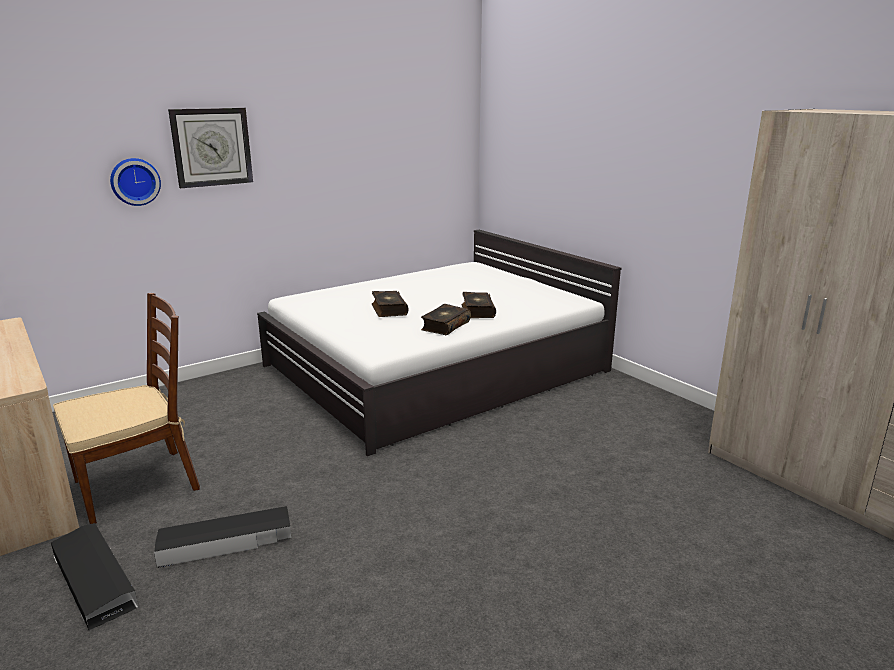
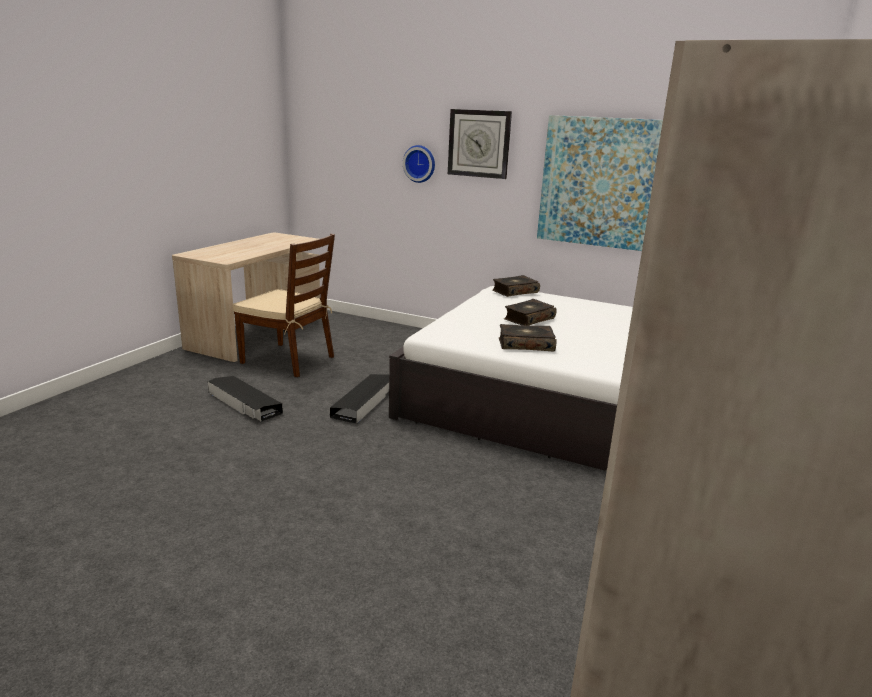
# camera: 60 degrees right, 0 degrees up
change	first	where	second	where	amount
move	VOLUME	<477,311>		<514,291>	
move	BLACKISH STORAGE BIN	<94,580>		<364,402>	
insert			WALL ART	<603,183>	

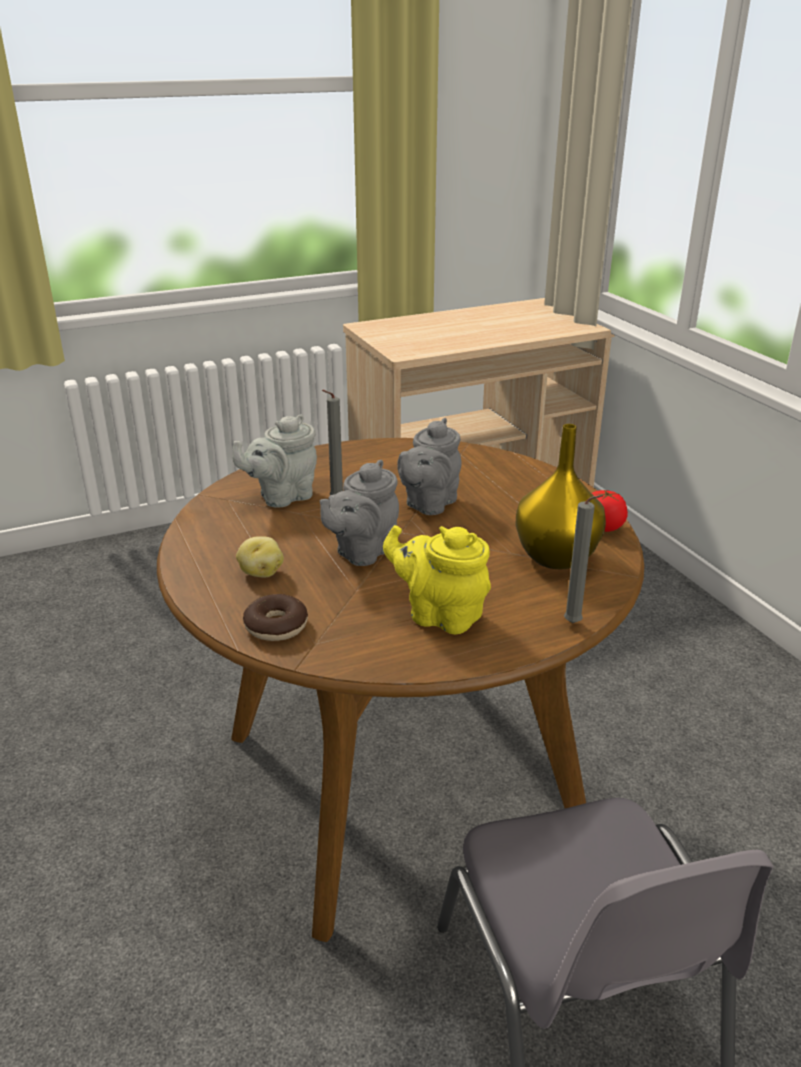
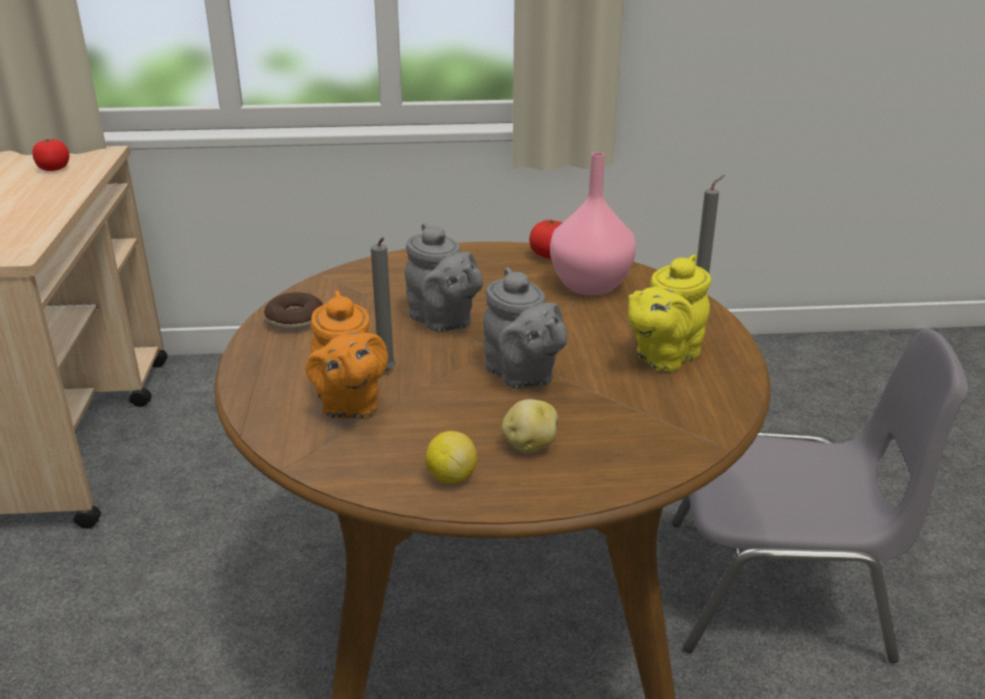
# camera: 70 degrees left, 0 degrees up
change	first	where	second	where	amount
recolor	GREYISH POT FOR TEA	<282,497>	ORANGE-COLOURED POT FOR TEA	<349,405>	
recolor	YELLOW DECORATIVE VASE	<555,558>	PINKISH DECORATIVE VASE	<591,286>	
move	DONUT	<276,626>		<295,320>	
insert			TOMATO	<54,169>	
insert			LEMON	<451,477>	

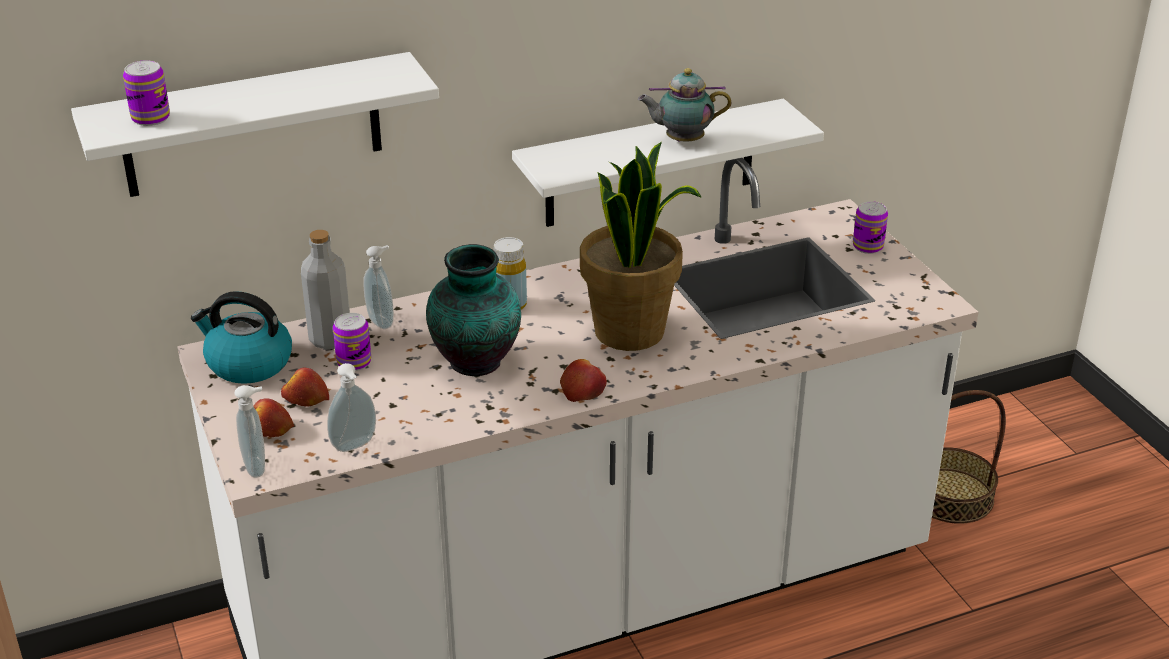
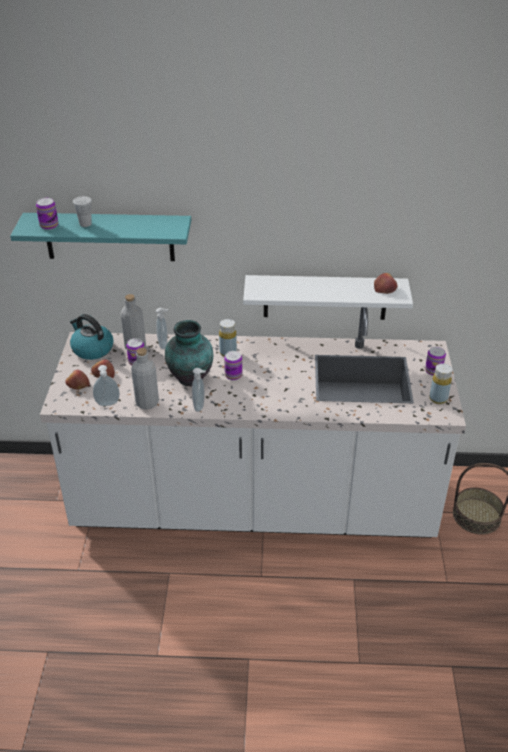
# camera: 25 degrees right, 5 degrees up
change	first	where	second	where	amount
recolor	WHITE BRACKET SHELF	<252,125>	TURQUOISE-COLOURED BRACKET SHELF	<109,237>	
delete	POT FOR TEA	<681,140>			
delete	PLANT IN A POT	<631,332>			
move	APPLE FRUIT	<583,389>		<385,288>	
move	LIQUID SOAP BOTTLE	<258,467>		<200,406>	
insert			WHITE SMALL CUP	<85,224>	
insert			GREYISH BEVERAGE BOTTLE	<147,403>	
insert			CAN	<233,375>	
insert			YELLOW BEVERAGE BOTTLE	<438,399>	

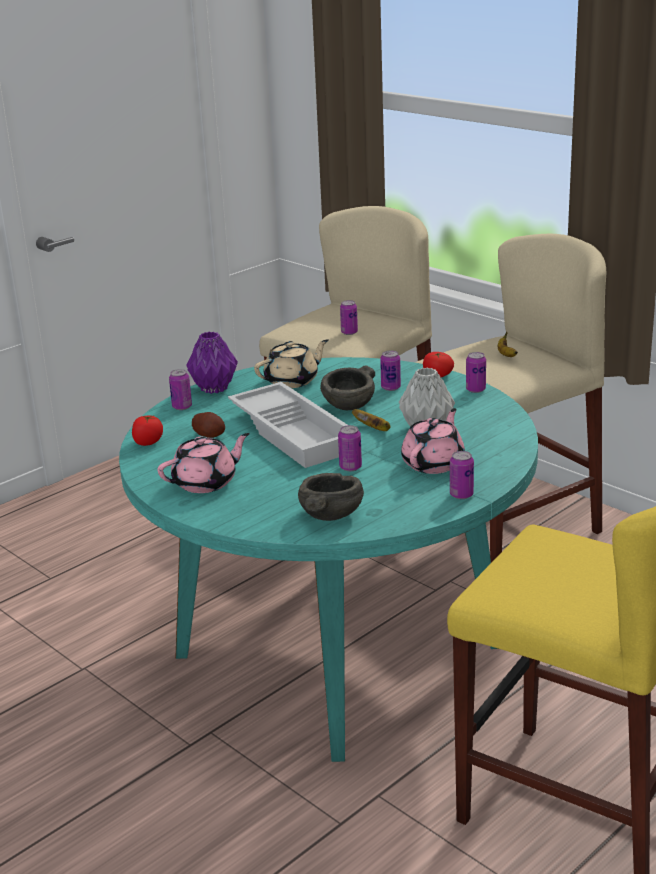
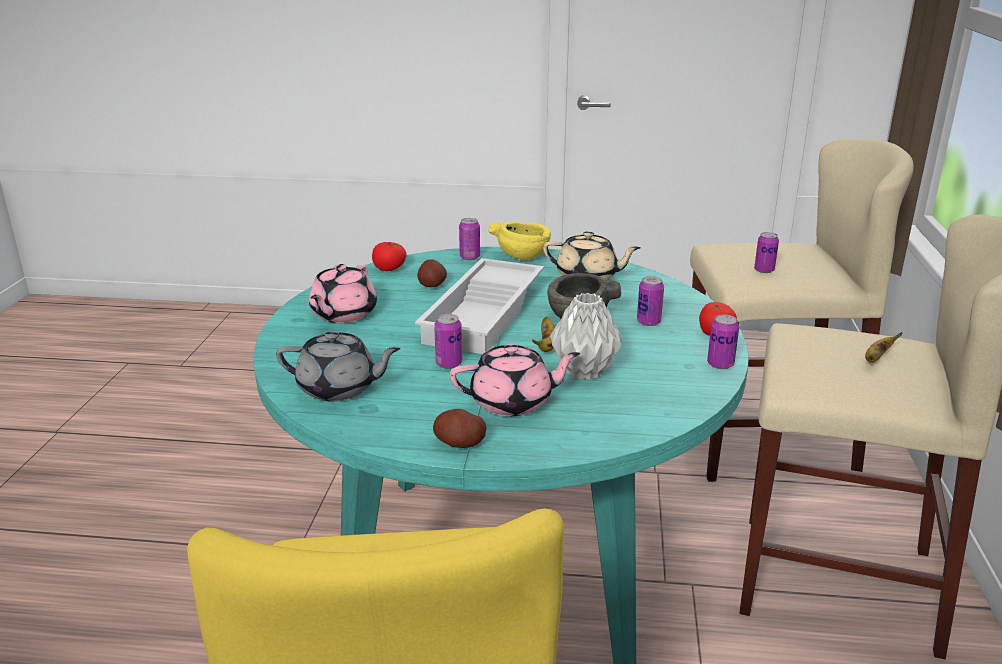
# camera: 50 degrees right, 0 degrees up
change	first	where	second	where	amount
replace	PURPLISH DECORATIVE VASE	<215,388>	YELLOW BOWL	<523,256>	
rotate	PINKISH POT FOR TEA	<206,482>		<343,314>	90 degrees clockwise
replace	CAN	<461,495>	POTATO	<459,443>	
replace	GREYISH BOWL	<330,514>	GREYISH POT FOR TEA	<339,388>	

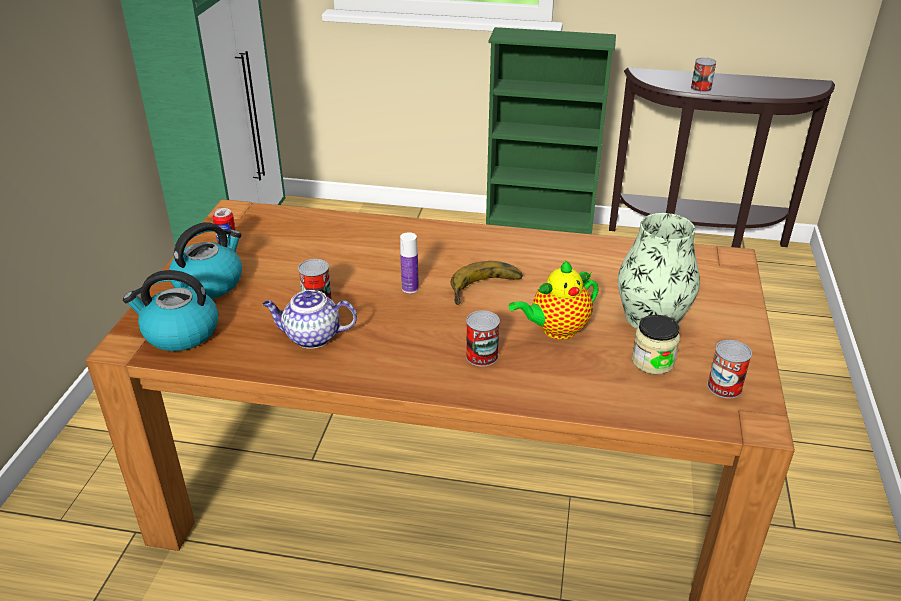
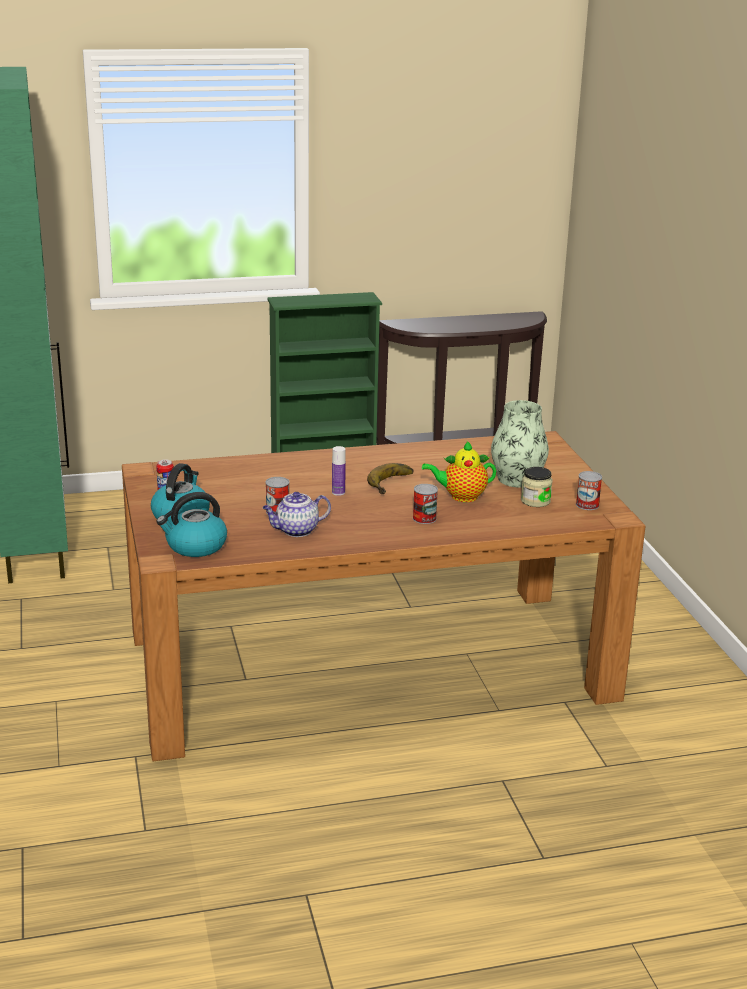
# camera: 25 degrees left, 10 degrees down
change	first	where	second	where	amount
delete	CAN	<701,88>			
rotate	POT FOR TEA	<556,330>		<461,497>	45 degrees clockwise

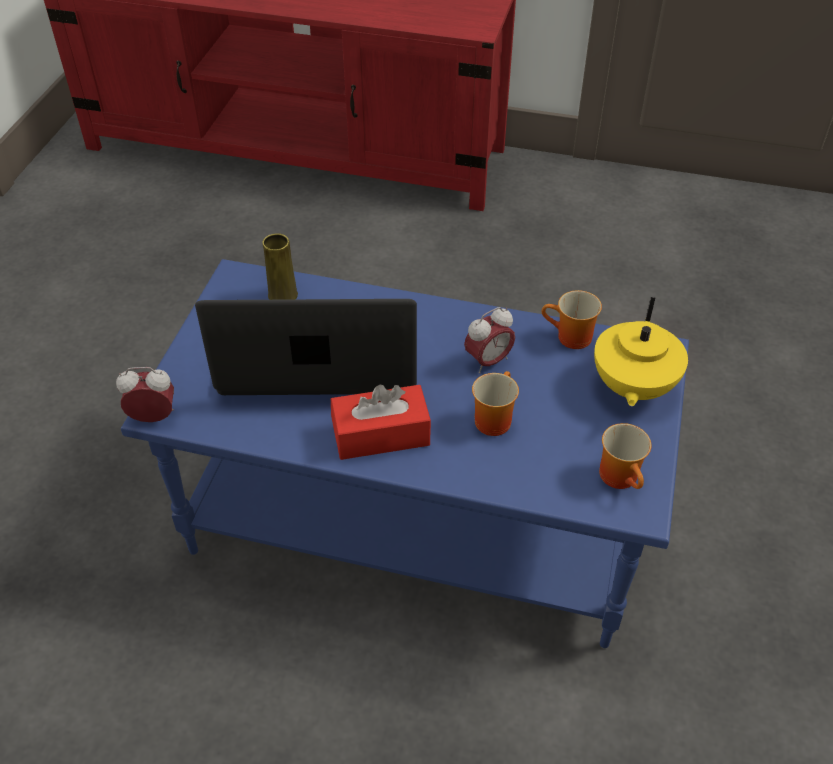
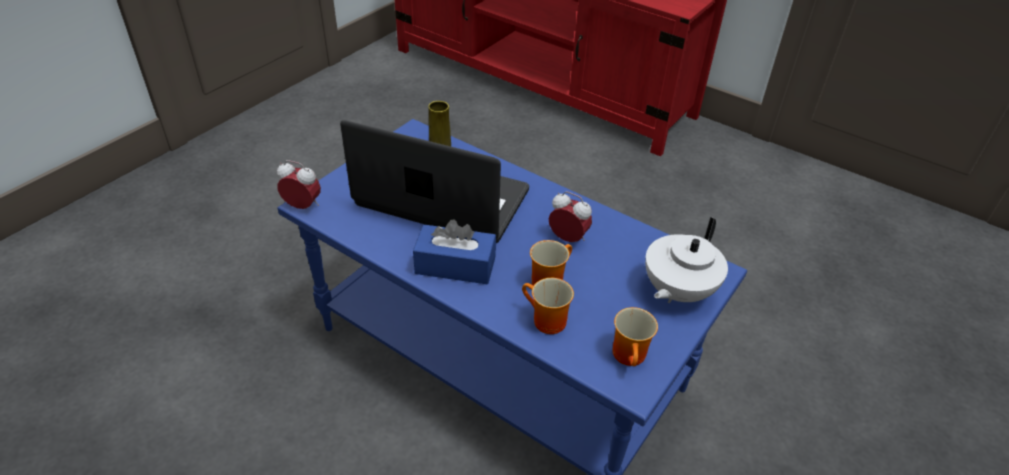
# camera: 20 degrees right, 5 degrees down
change	first	where	second	where	amount
move	TEA MUG	<570,338>		<545,321>	
recolor	YELLOW POT FOR TEA	<632,387>	WHITE POT FOR TEA	<677,291>	
rotate	ALARM CLOCK	<488,361>		<568,238>	135 degrees counterclockwise
recolor	RED-COLOURED BOX OF TISSUES	<381,434>	BLUE-COLOURED BOX OF TISSUES	<455,265>	

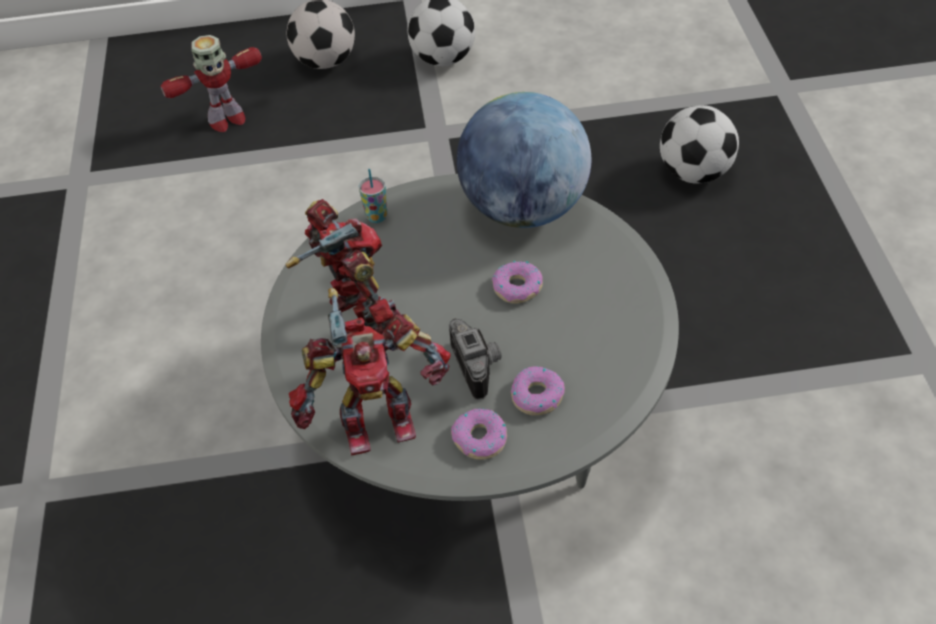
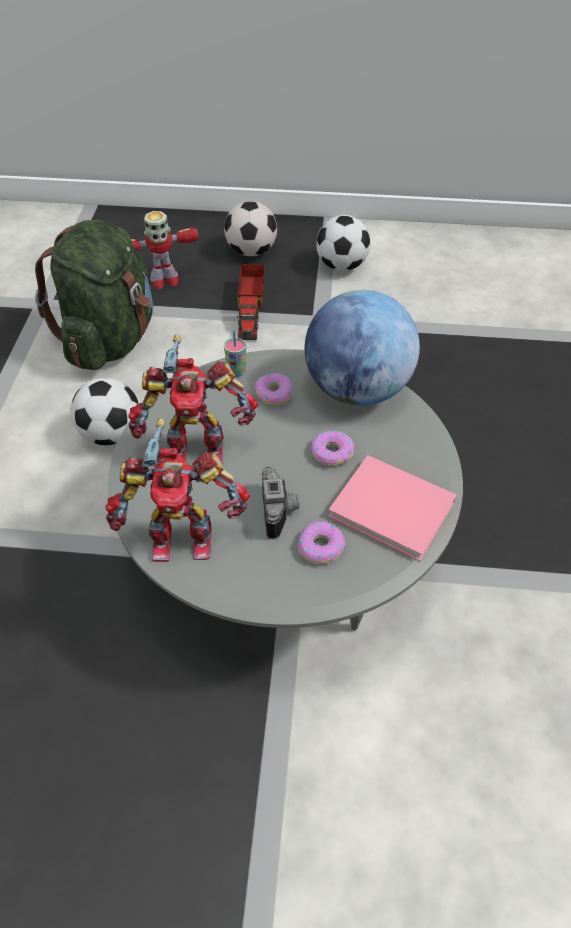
# camera: 10 degrees right, 0 degrees up
change	first	where	second	where	amount
move	FOOTBALL BALL	<694,173>		<111,434>	
rotate	TOY ROBOT	<359,315>		<196,448>	105 degrees clockwise
move	DONUT	<480,439>		<274,393>	
insert			GREENISH RUCKSACK	<111,340>	
insert			MODEL TRUCK	<250,310>	
insert			PINKISH VOLUME	<395,511>	

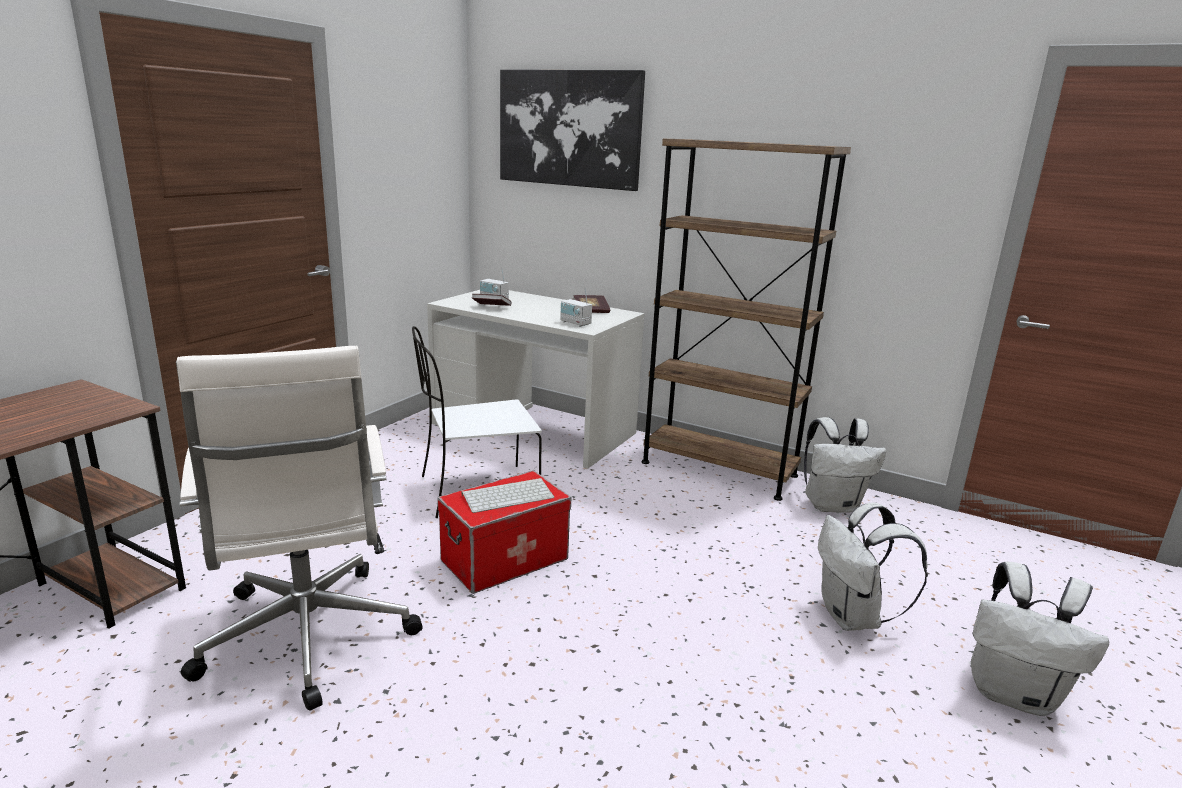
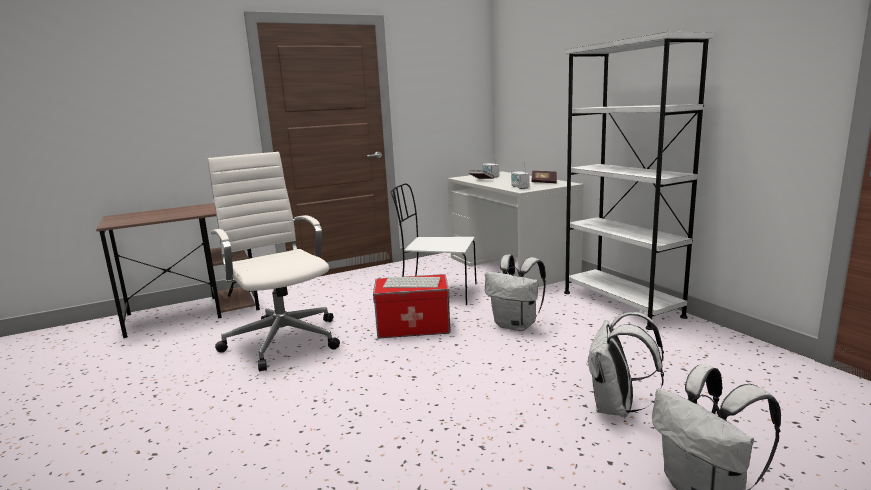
# camera: 35 degrees right, 5 degrees down
change	first	where	second	where	amount
delete	WALL ART	<569,129>			
recolor	BROWNISH SHELVING UNIT	<718,469>	WHITE SHELVING UNIT	<621,304>	
rotate	WHITE COMPUTER CHAIR	<307,639>		<283,339>	135 degrees clockwise
move	WHITE RUCKSACK	<832,505>		<516,325>	

